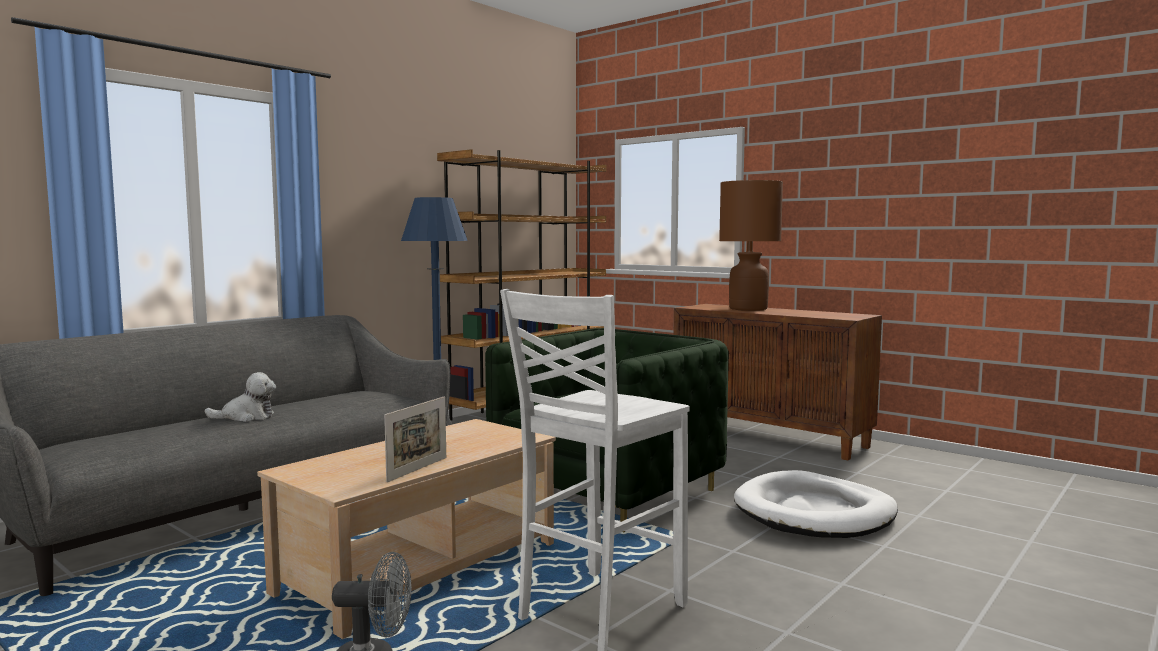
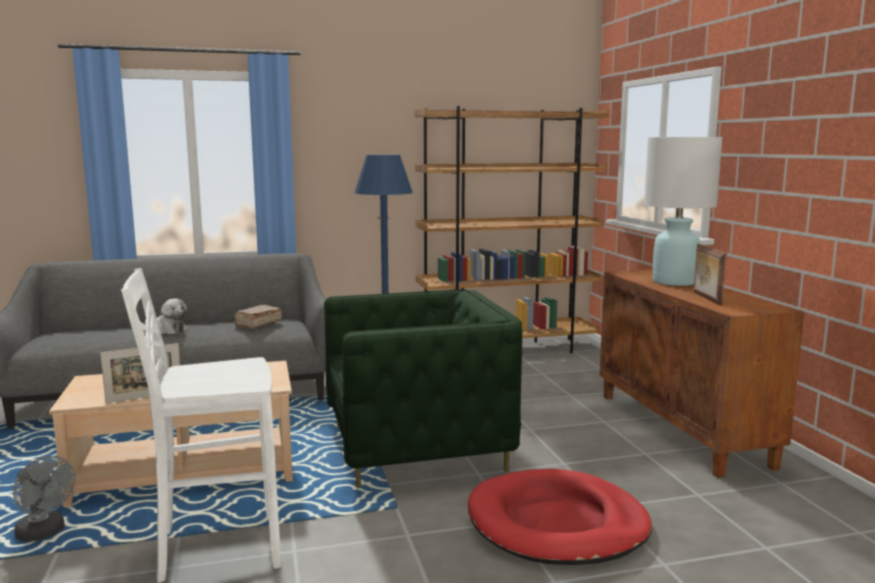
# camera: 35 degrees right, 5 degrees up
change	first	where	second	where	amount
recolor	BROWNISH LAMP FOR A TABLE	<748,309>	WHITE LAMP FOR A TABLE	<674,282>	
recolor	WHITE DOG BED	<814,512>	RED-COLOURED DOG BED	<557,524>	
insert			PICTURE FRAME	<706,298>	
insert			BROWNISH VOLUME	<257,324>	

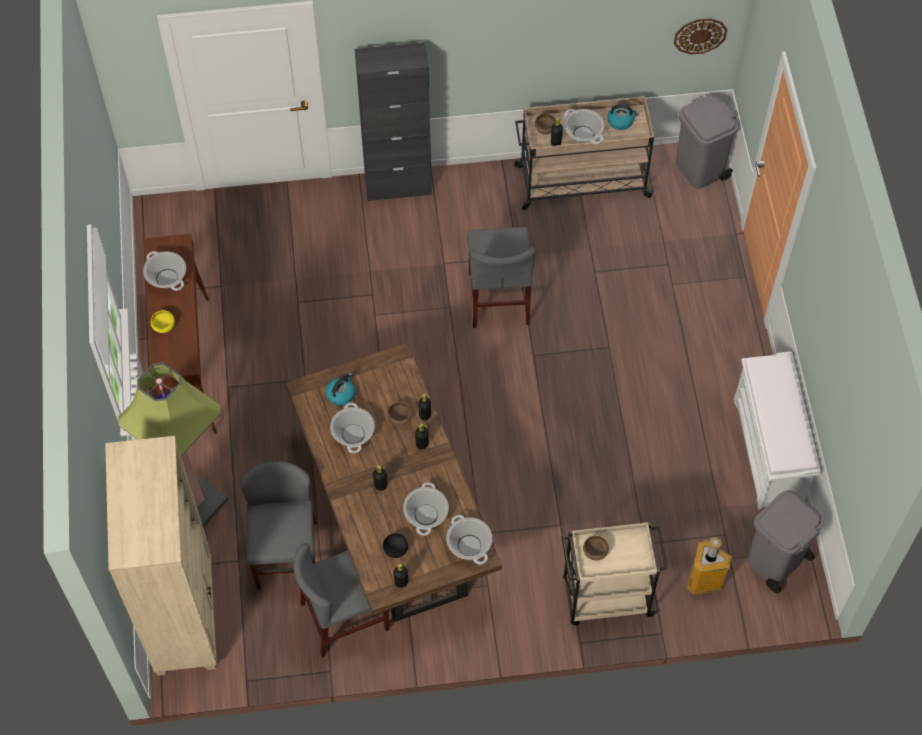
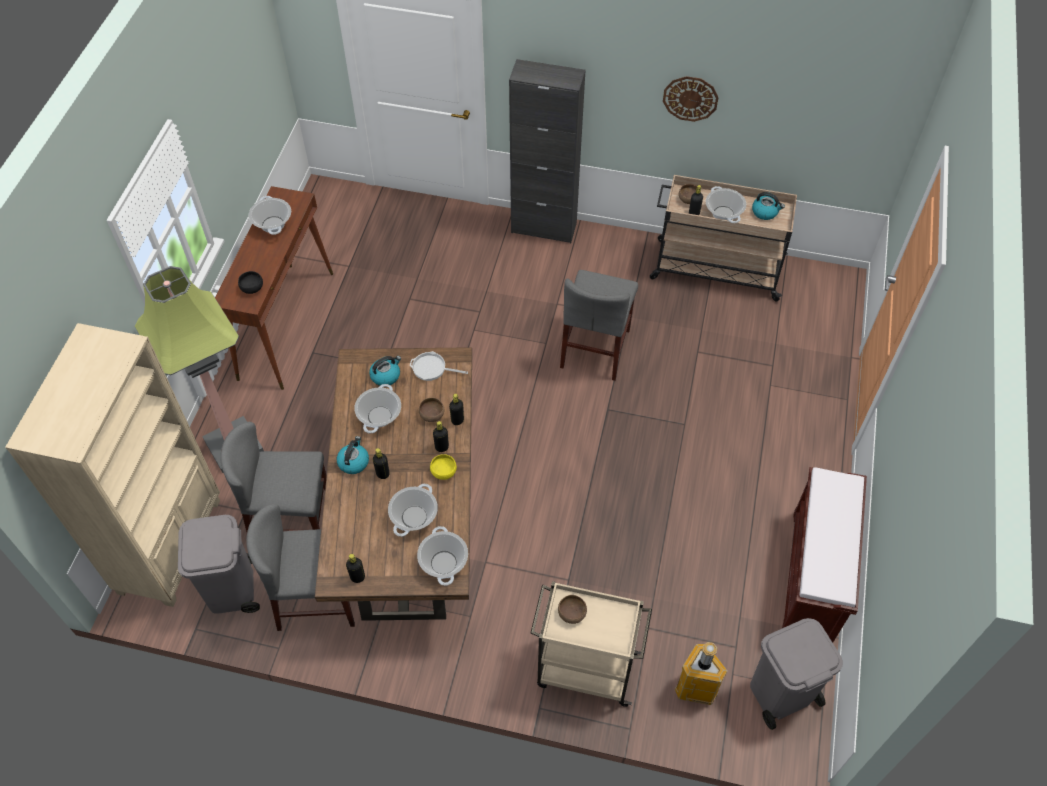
# camera: 20 degrees right, 5 degrees down
change	first	where	second	where	amount
move	CLOCK ON THE WALL	<700,35>		<690,98>	
move	GREYISH RUBBISH BIN	<700,169>		<232,589>	
move	YELLOW BOWL	<163,326>		<443,472>	
recolor	WHITE BENCH	<769,452>	BROWNISH BENCH	<813,576>	
rotate	GREYISH CHAIR	<286,555>		<291,520>	105 degrees counterclockwise
move	BLACKISH BOWL	<395,549>		<252,288>	
insert			PAN	<431,368>	
insert			KETTLE	<353,462>	

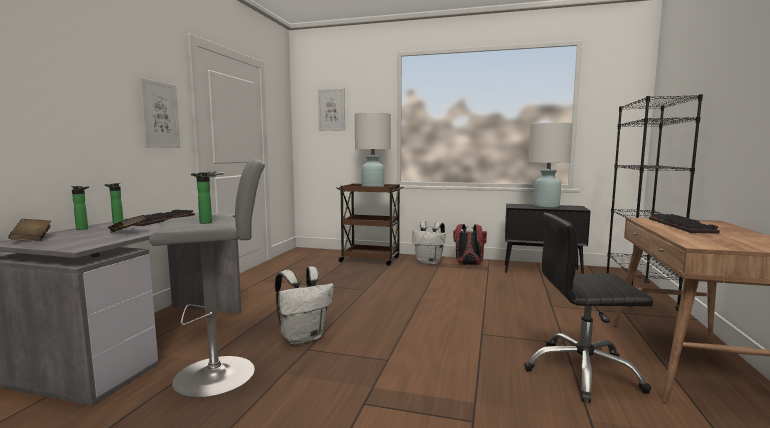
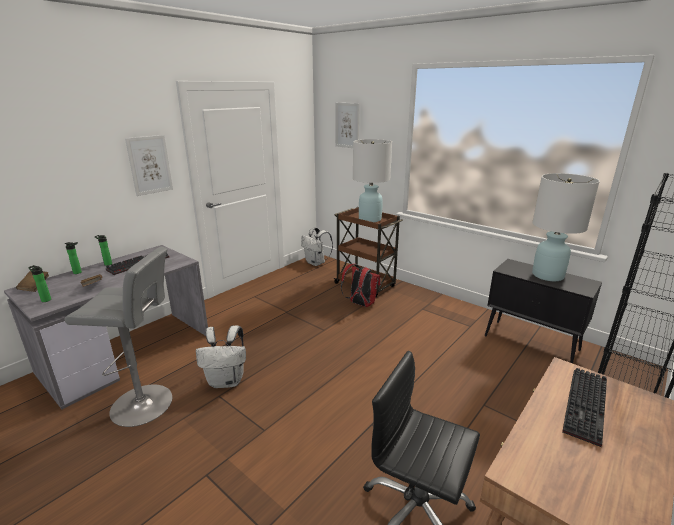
# camera: 25 degrees right, 15 degrees up
change	first	where	second	where	amount
move	BEVERAGE BOTTLE	<203,222>		<45,300>	
move	WHITE RUCKSACK	<429,262>		<316,263>	
move	RED-COLOURED RUCKSACK	<468,265>		<360,304>	

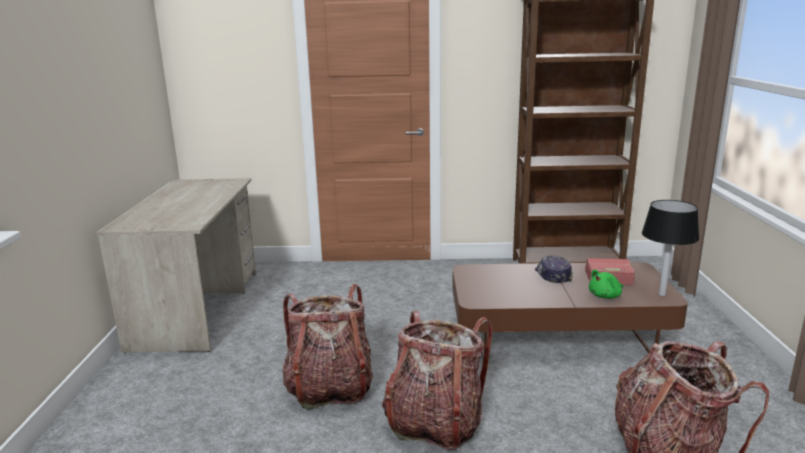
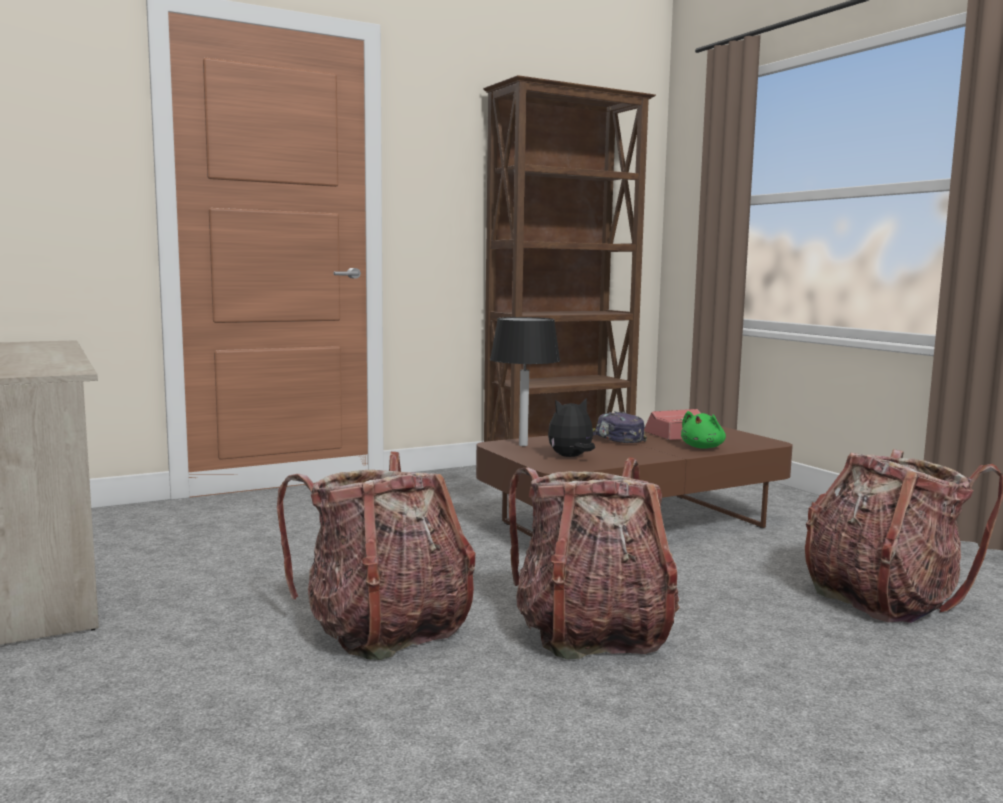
# camera: 30 degrees left, 10 degrees down
change	first	where	second	where	amount
move	BLACKISH LAMP FOR A TABLE	<661,295>		<523,445>	
insert			SOFT TOY	<571,457>	

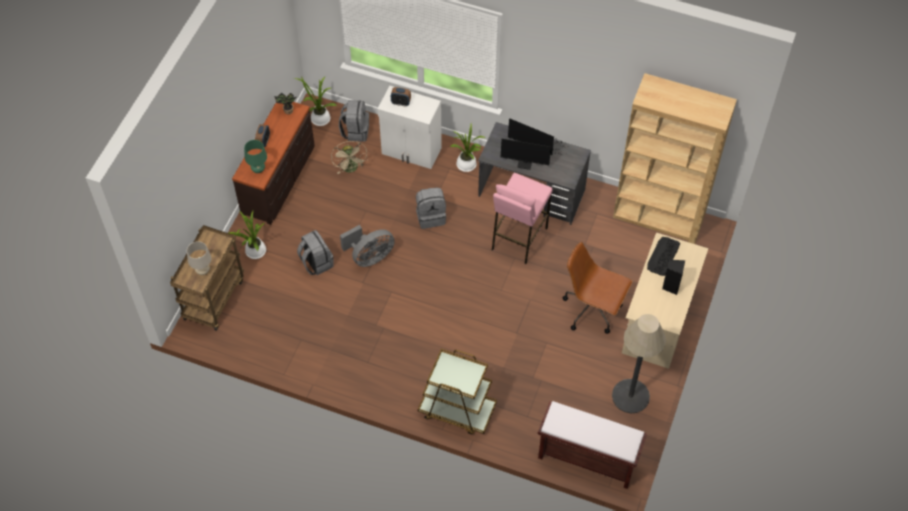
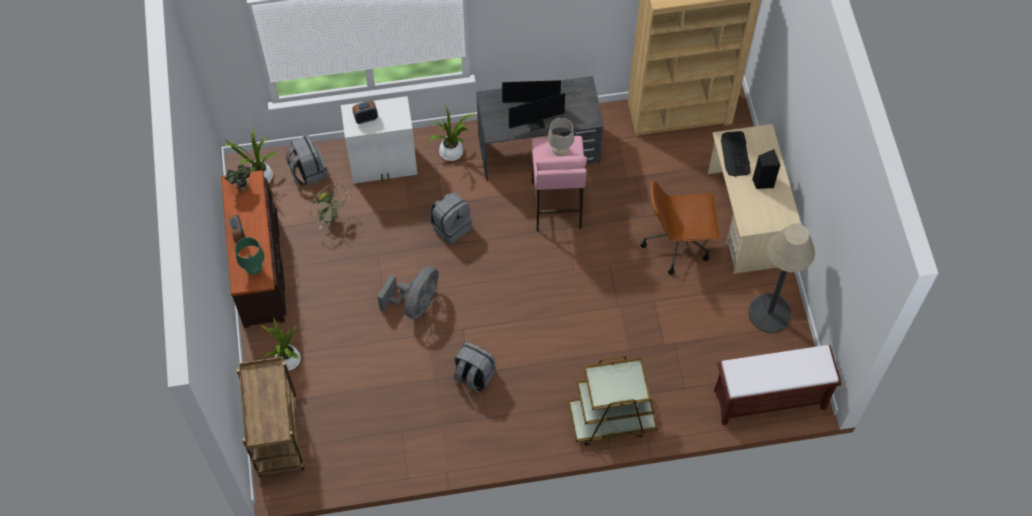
# camera: 30 degrees left, 5 degrees up
change	first	where	second	where	amount
move	GREYISH RUCKSACK	<316,262>		<473,376>	
move	SAND-COLOURED LAMP FOR A TABLE	<203,271>		<560,151>	

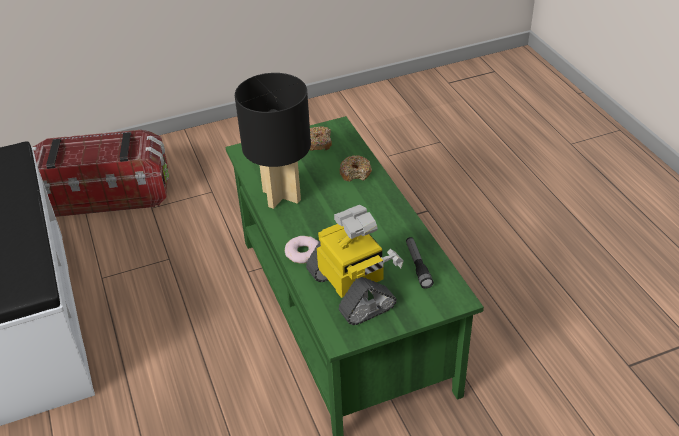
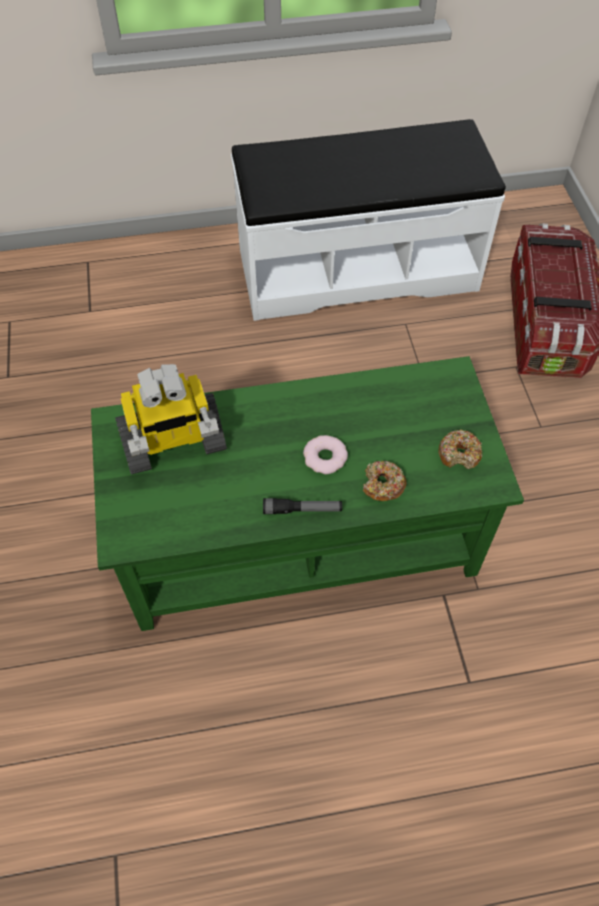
# camera: 100 degrees right, 15 degrees up
change	first	where	second	where	amount
delete	BLACKISH LAMP FOR A TABLE	<280,196>			
move	DONUT	<303,252>		<325,457>	
move	FLASHLIGHT	<417,265>		<302,510>	

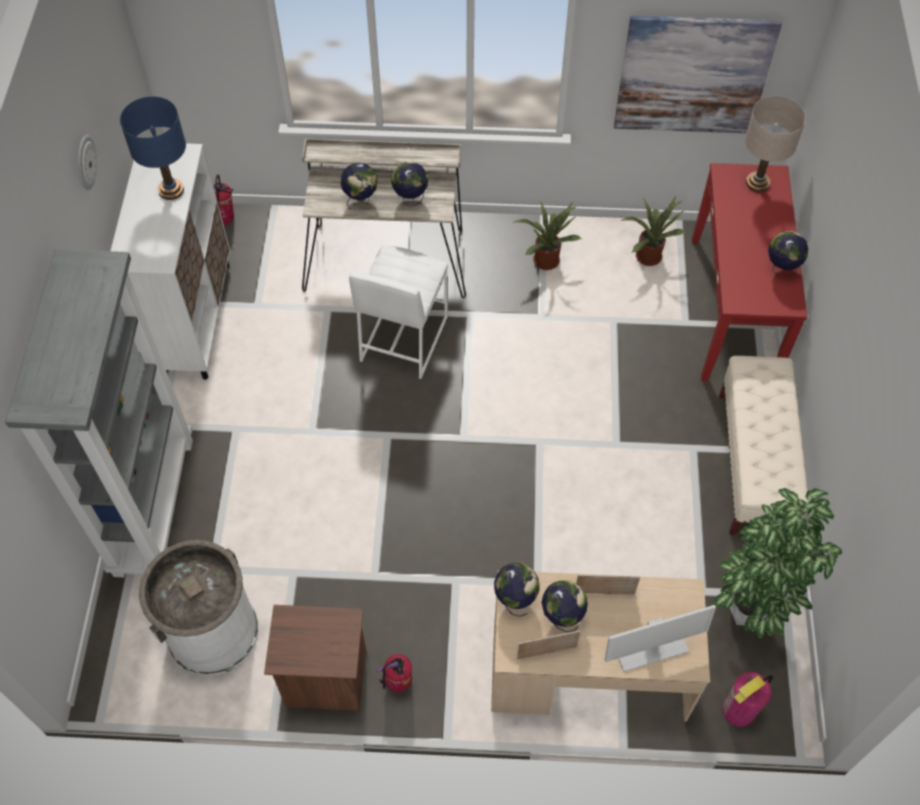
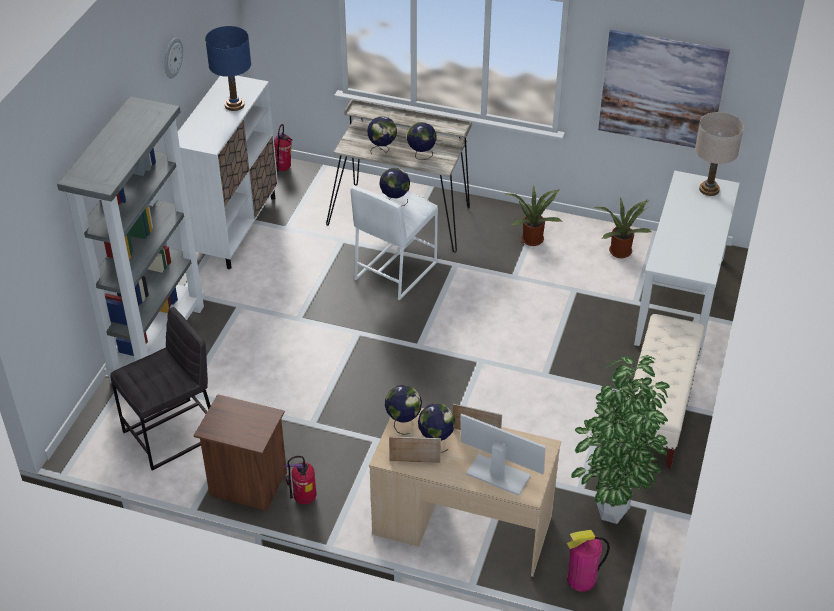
# camera: 15 degrees right, 15 degrees down
change	first	where	second	where	amount
recolor	RED-COLOURED NARROW TABLE	<733,309>	WHITE NARROW TABLE	<680,300>	
move	GLOBE	<781,269>		<394,201>	
replace	WHITE RUBBISH BIN	<213,631>	GREYISH STOOL SEAT	<172,434>	
rotate	COMPUTER SCREEN	<649,647>		<499,475>	150 degrees counterclockwise

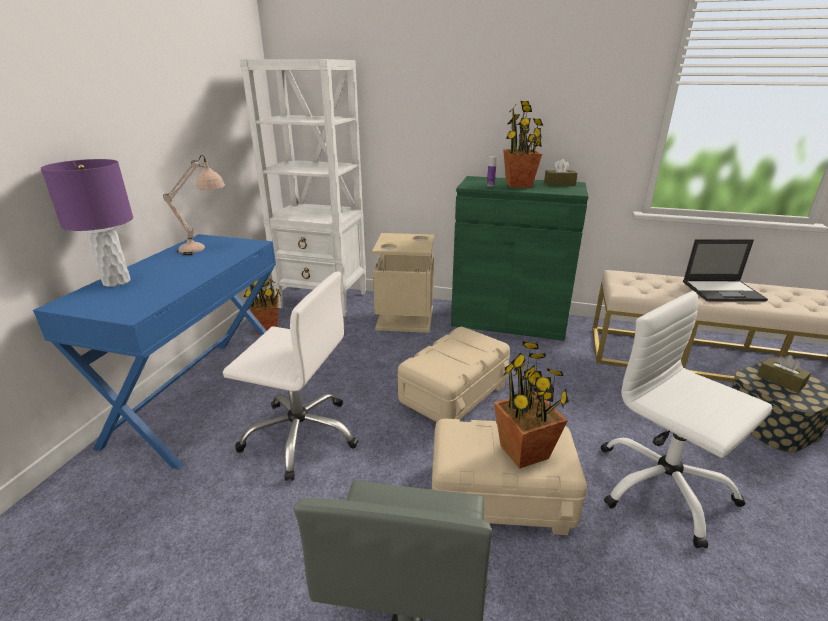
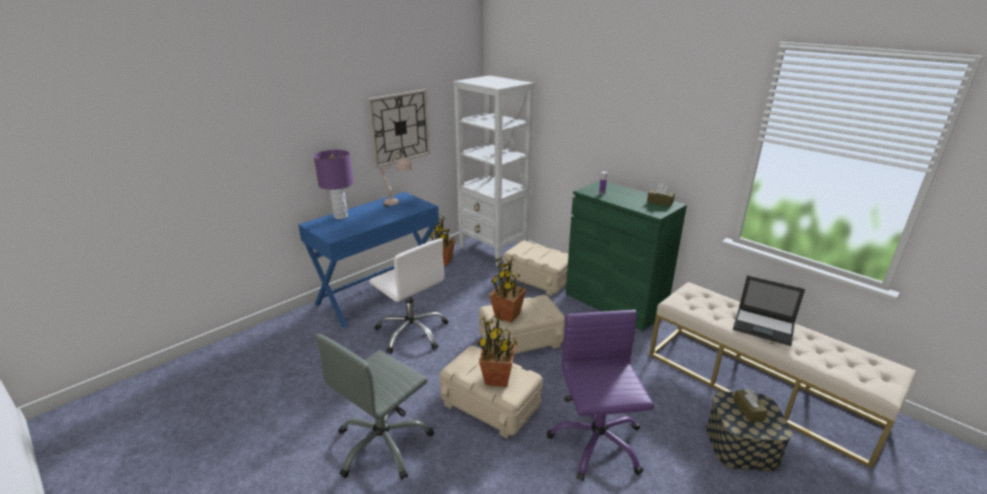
# camera: 30 degrees right, 0 degrees up
change	first	where	second	where	amount
move	PLANT IN A POT	<519,185>		<508,315>	
replace	SAND-COLOURED RUBBISH BIN	<406,318>	SAND-COLOURED STORAGE BIN	<538,279>	
recolor	WHITE COMPUTER CHAIR	<662,487>	PURPLISH COMPUTER CHAIR	<596,443>	
insert			CLOCK ON THE WALL	<399,127>	

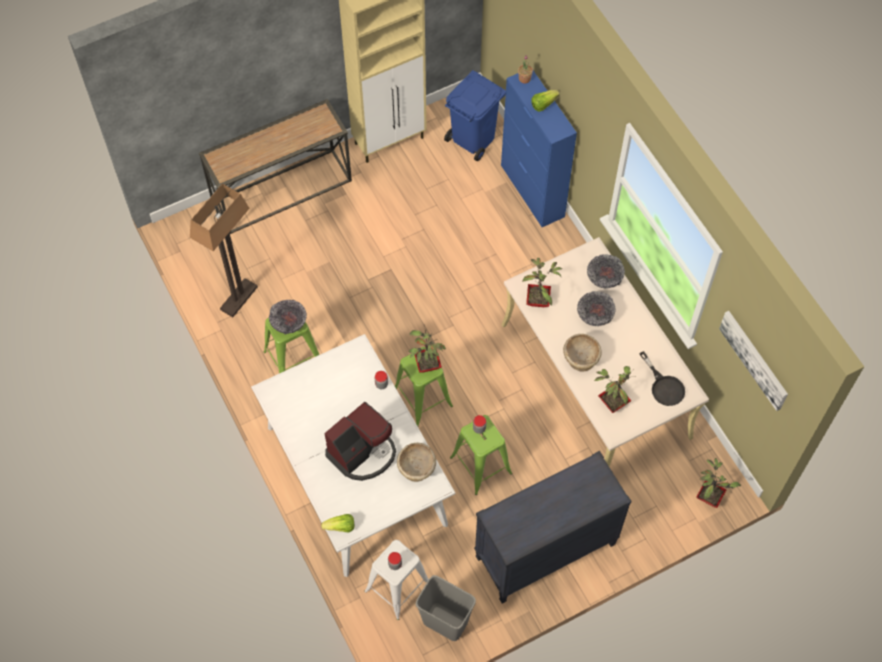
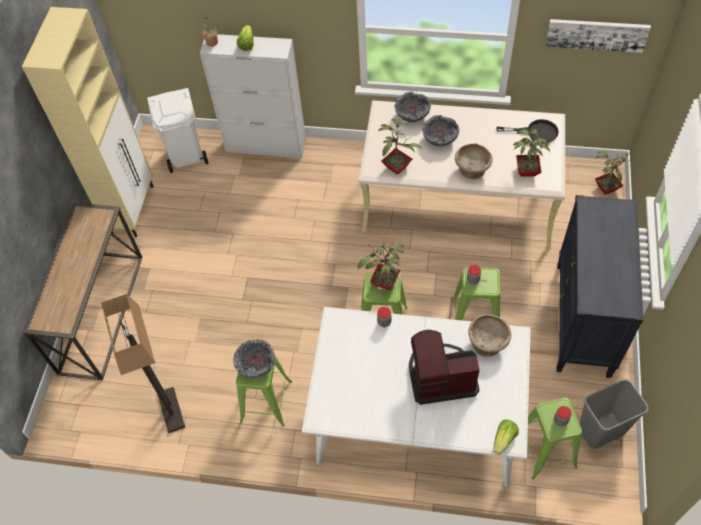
# camera: 50 degrees left, 5 degrees down
change	first	where	second	where	amount
recolor	BLUE-COLOURED RUBBISH BIN	<474,139>	WHITE RUBBISH BIN	<187,155>	
recolor	BLUE-COLOURED STORAGE CABINET	<532,191>	WHITE STORAGE CABINET	<266,145>	
rotate	COFFEE MAKER	<363,452>		<441,376>	90 degrees counterclockwise
recolor	WHITE STOOL SEAT	<398,587>	GREENISH STOOL SEAT	<545,448>	

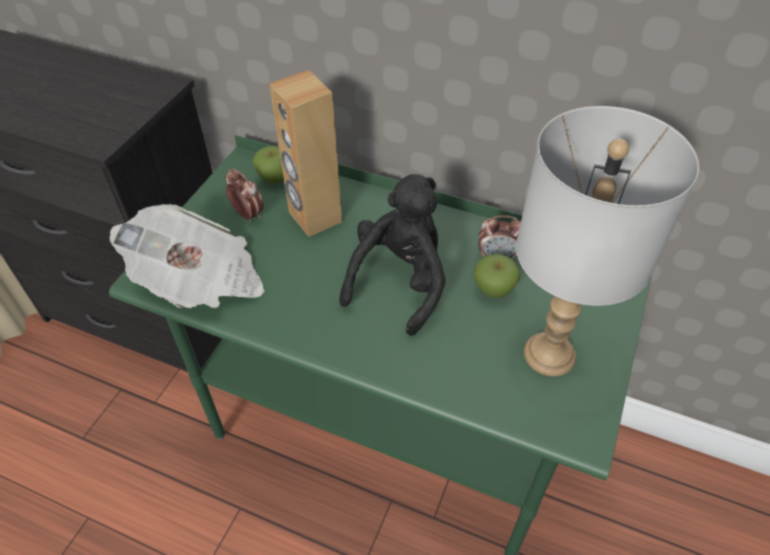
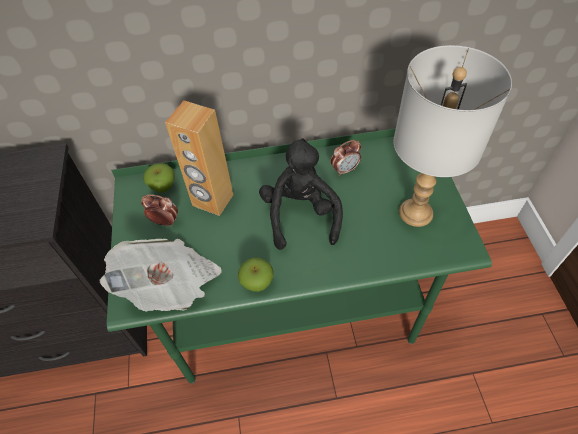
# camera: 30 degrees left, 5 degrees up
change	first	where	second	where	amount
move	APPLE FRUIT	<493,290>		<257,283>	

